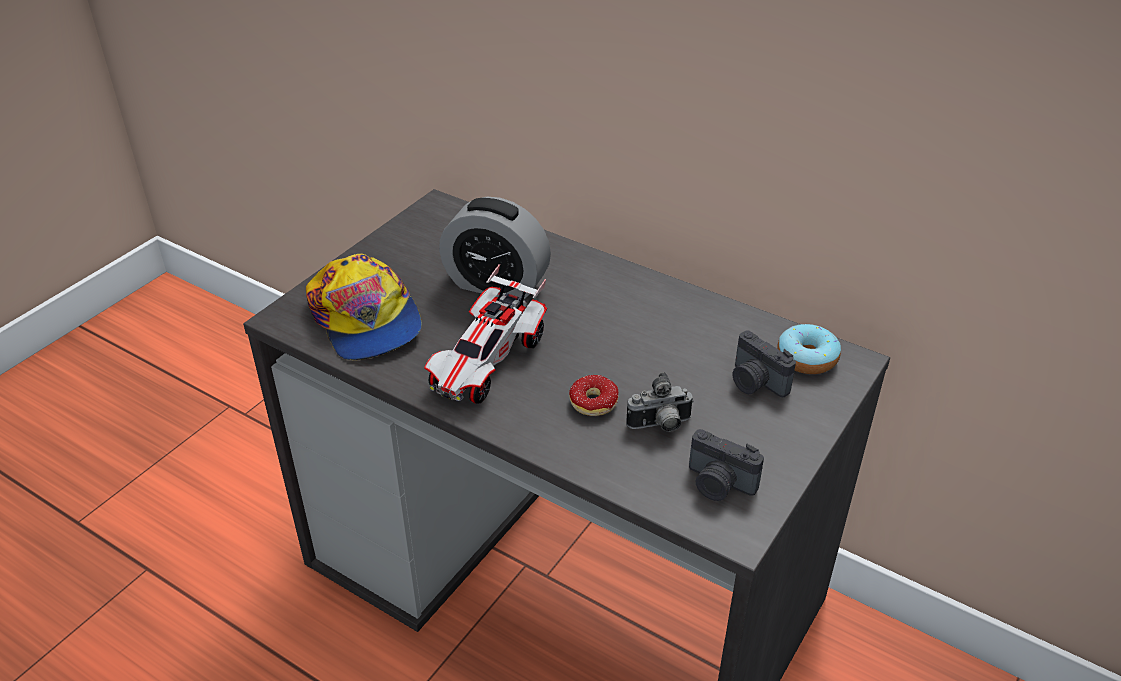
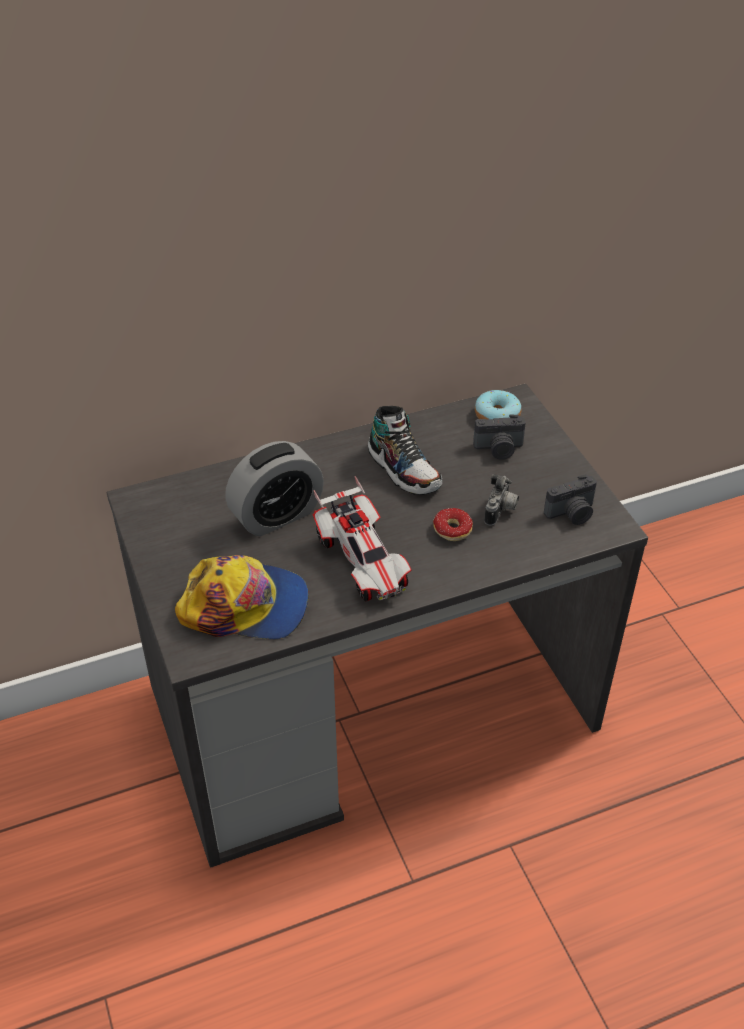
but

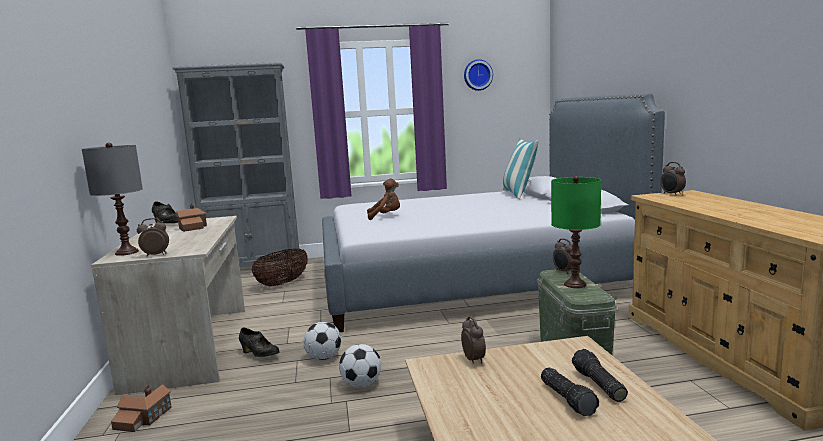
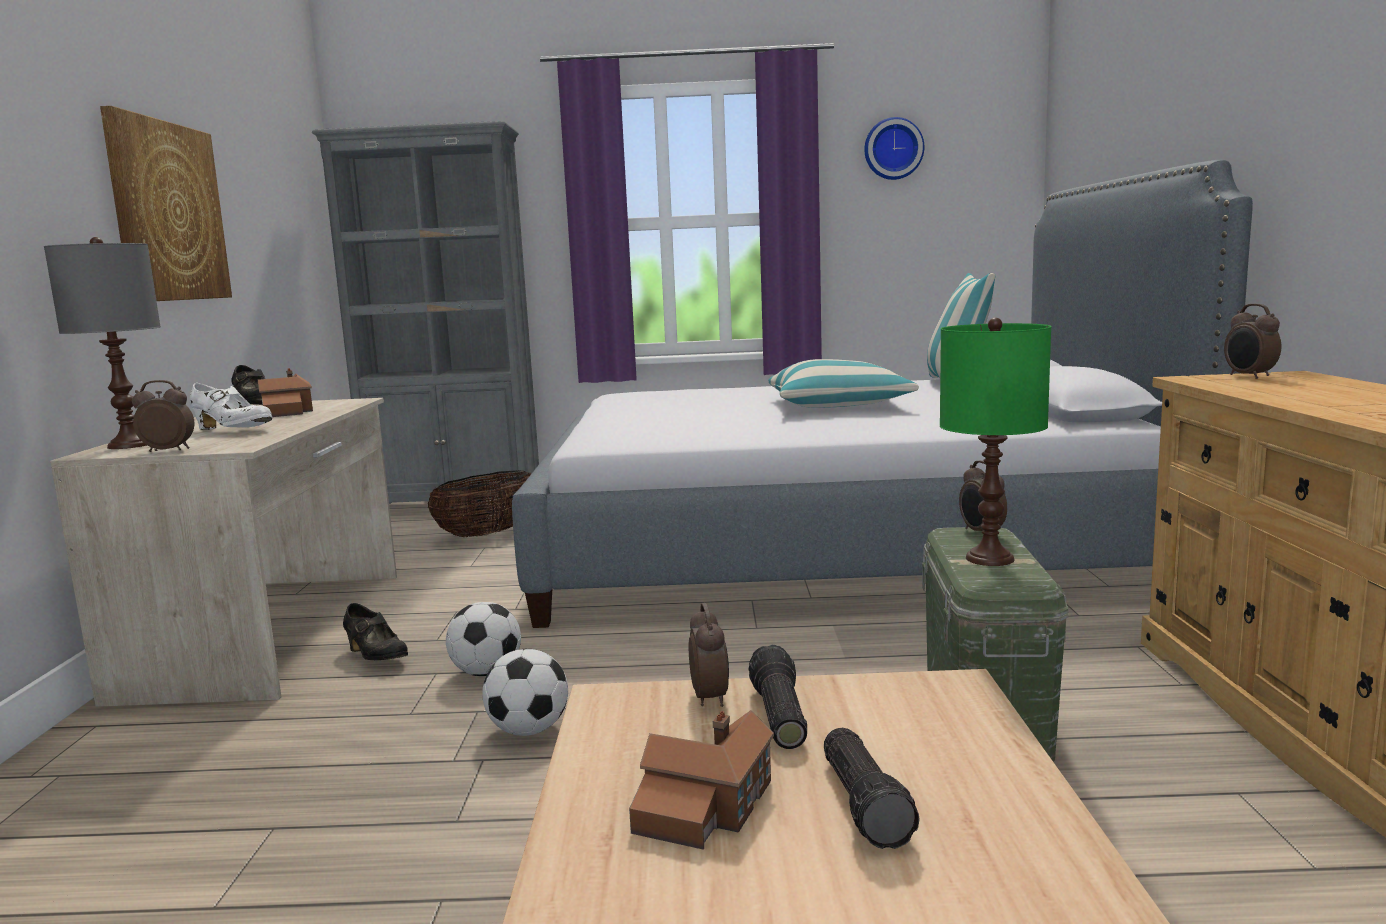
pluszak (brązowy)
latarka (no. 1 from left)
domek (no. 2 from left)
obraz
poduszka (no. 1 from left)
but (biały)

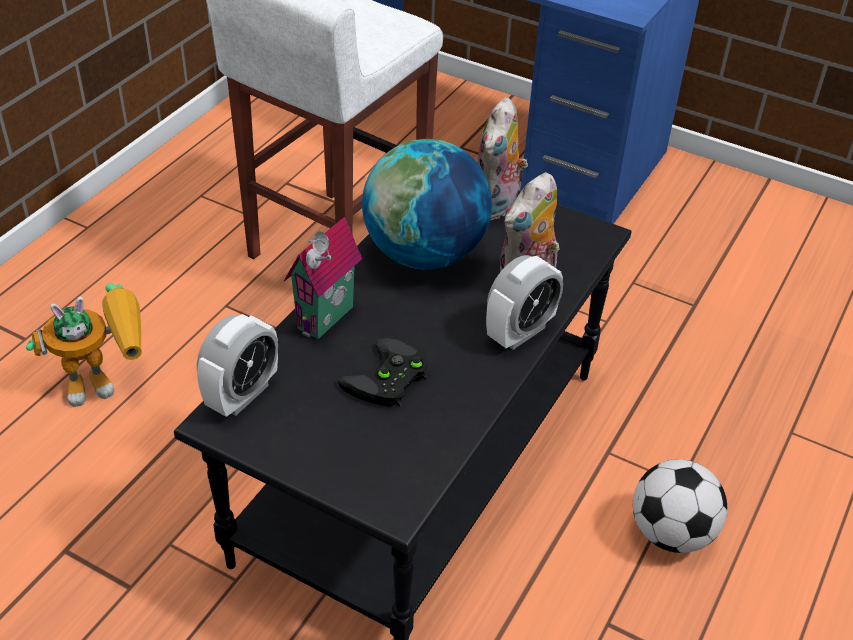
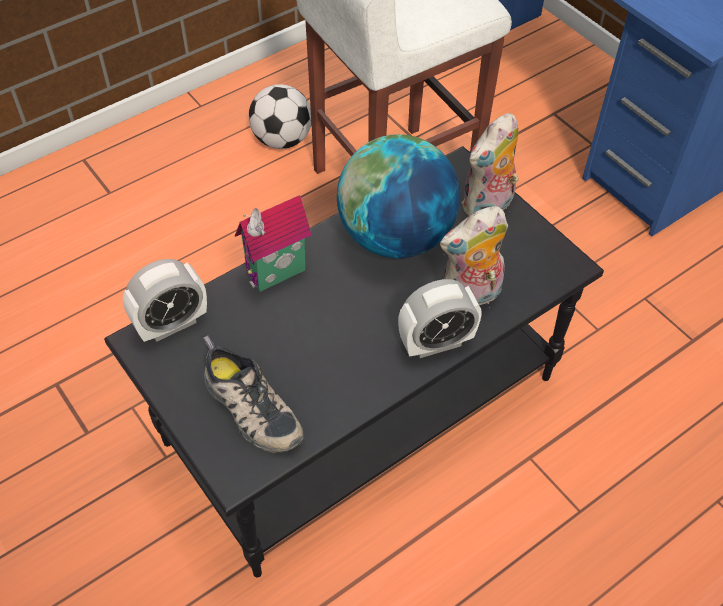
robot zabawkowy
pad do gier (czarny)
piłka futbolowa
but

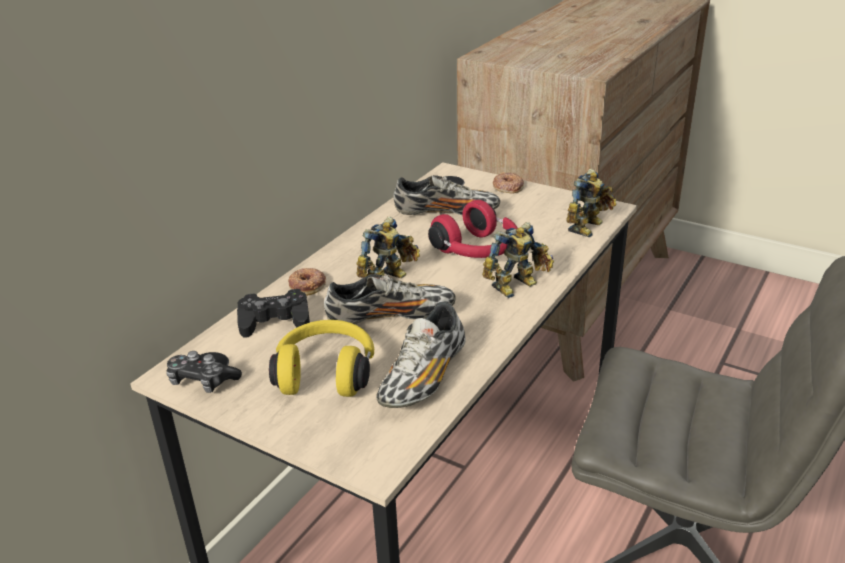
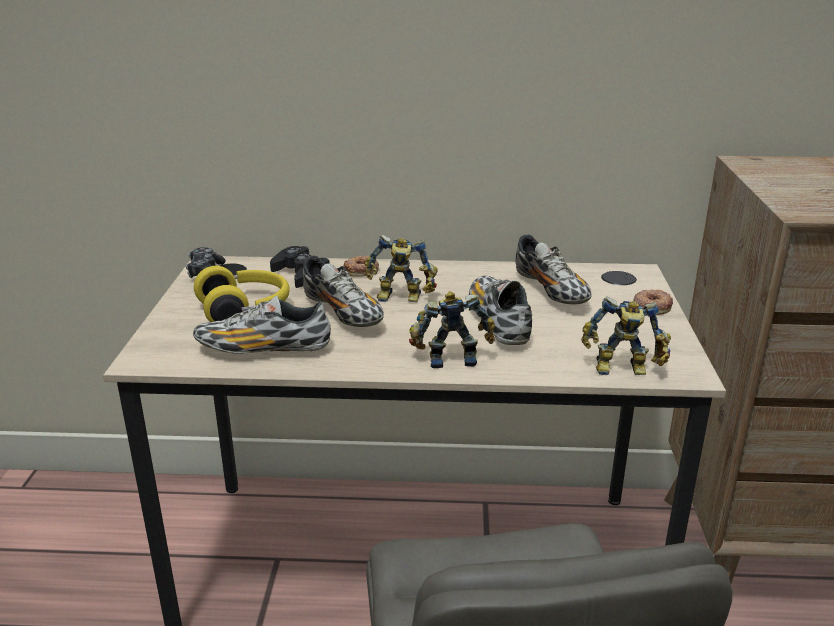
but (no. 3 from left)
robot zabawkowy (no. 2 from left)

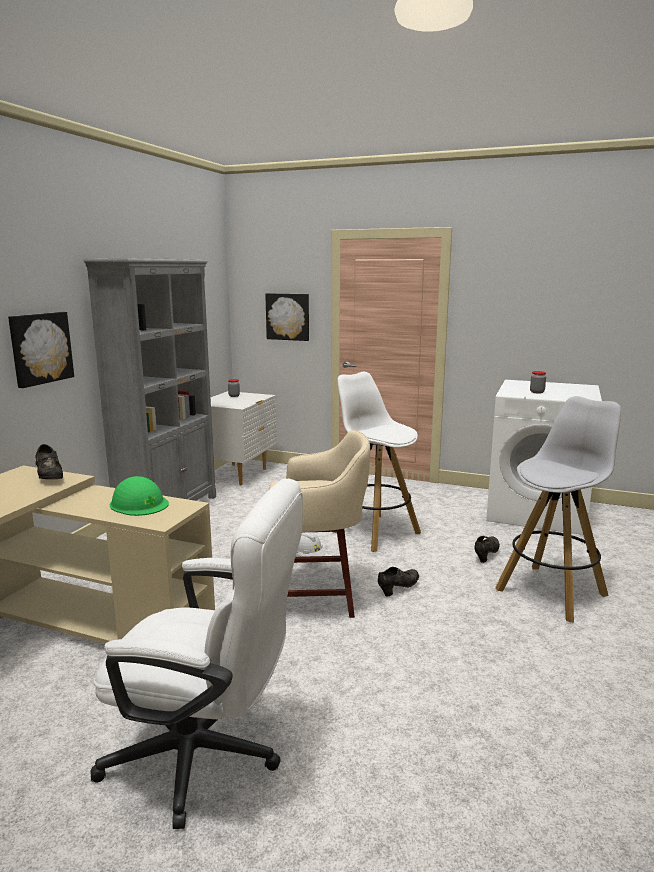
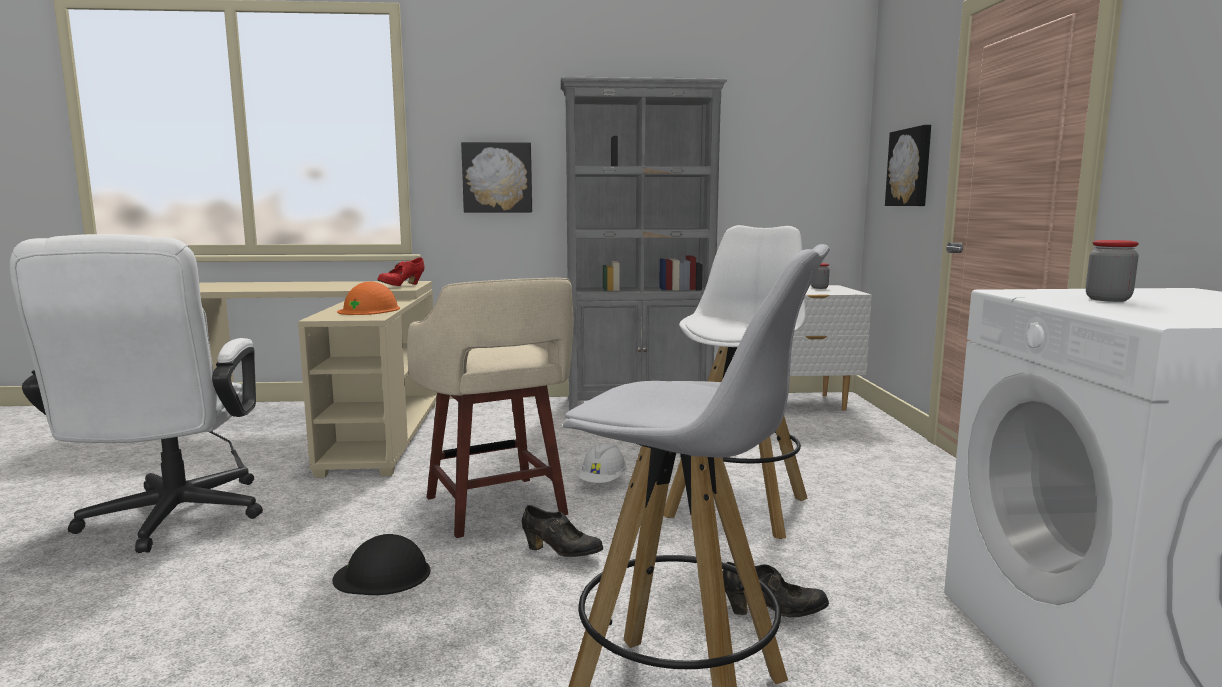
but (czerwony)
kask (pomarańczowy)
kask (czarny)

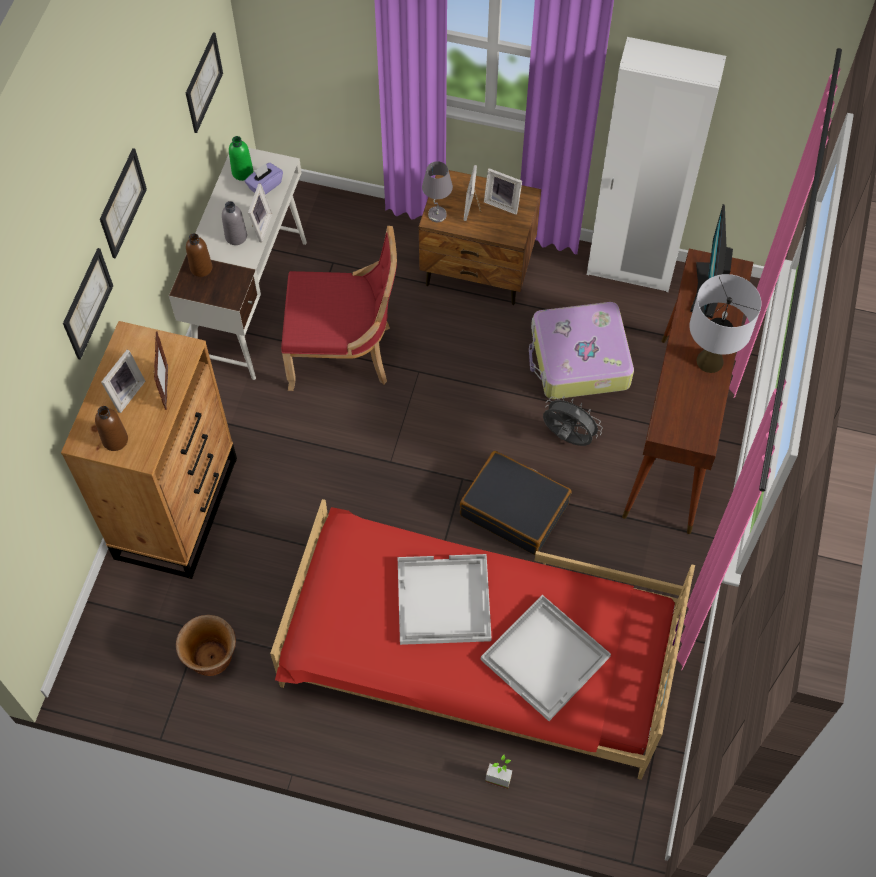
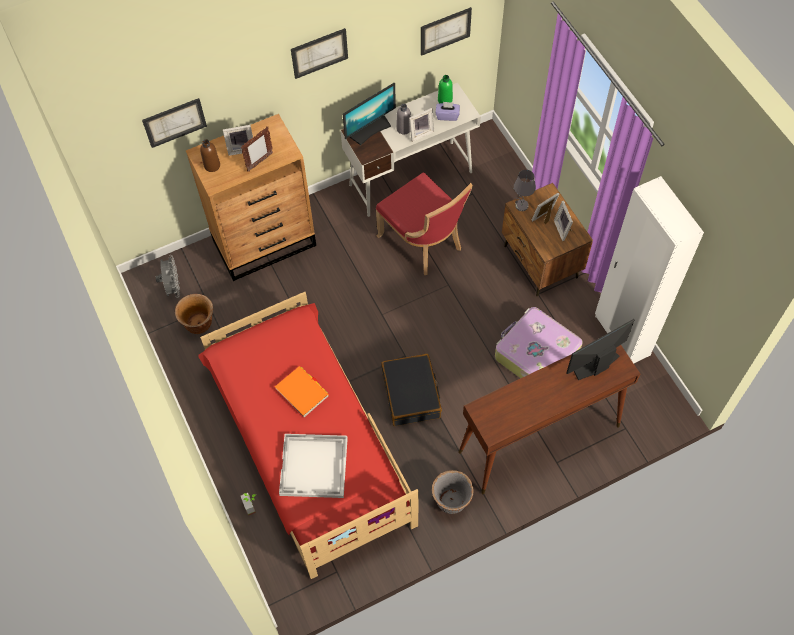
monitor (no. 1 from left)
obraz (no. 1 from left)
lampa stołowa (szary) (no. 2 from left in the first image)
wentylator (szary)
książka (pomarańczowy)
donica (szary)

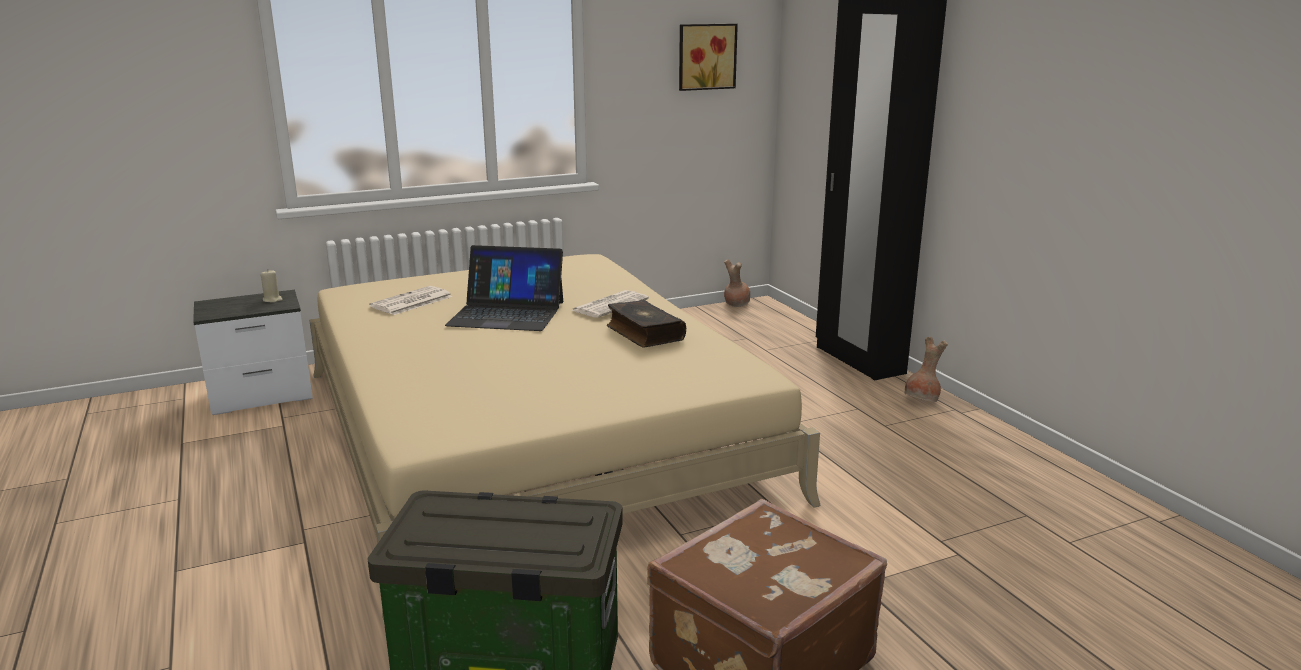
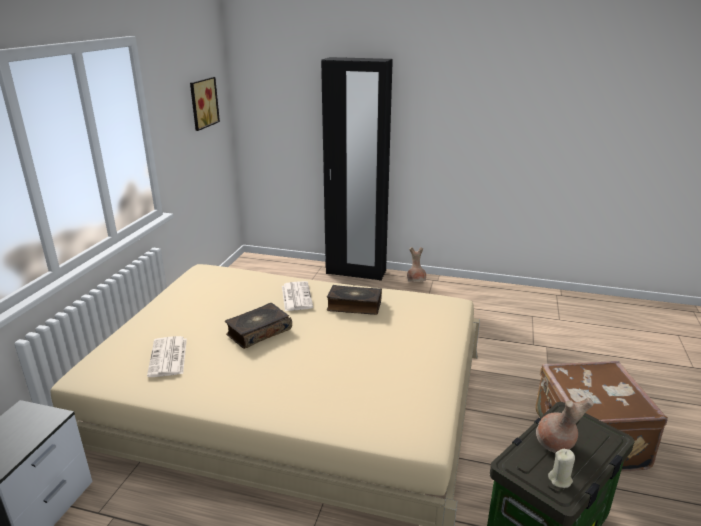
książka (no. 1 from left)
wazon (brązowy) (no. 2 from left)
świeca (beżowy)

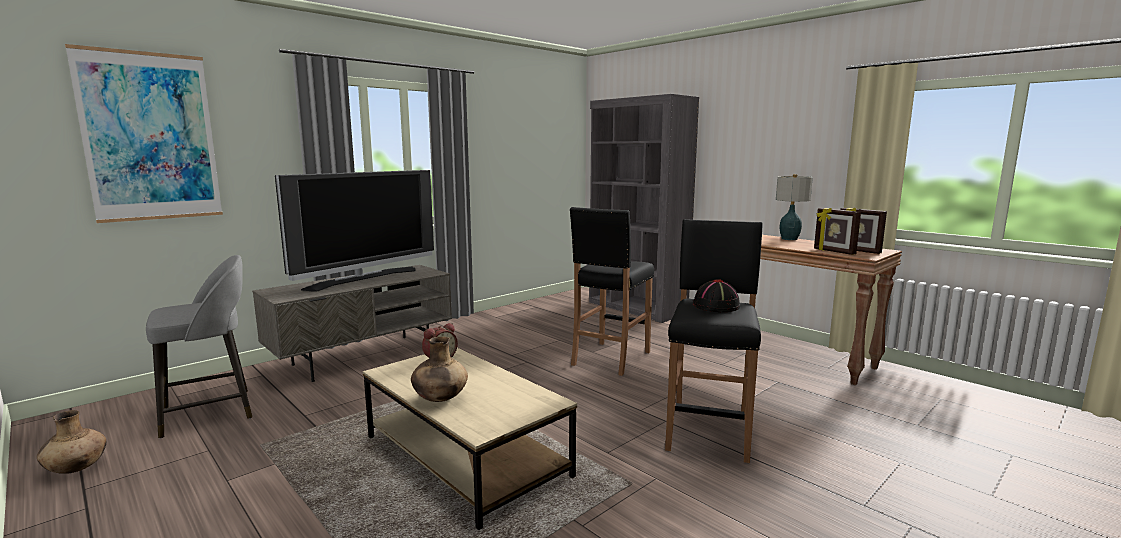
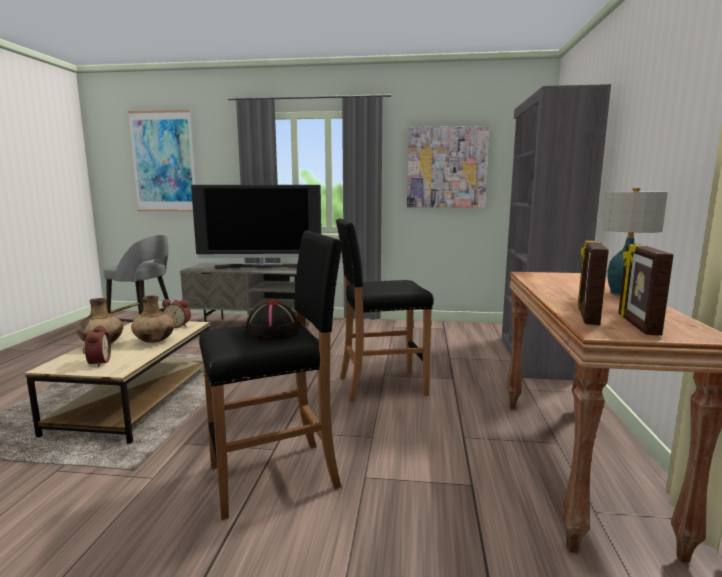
wazon (brązowy) (no. 2 from left)
obraz (no. 2 from left)
budzik (no. 1 from left)

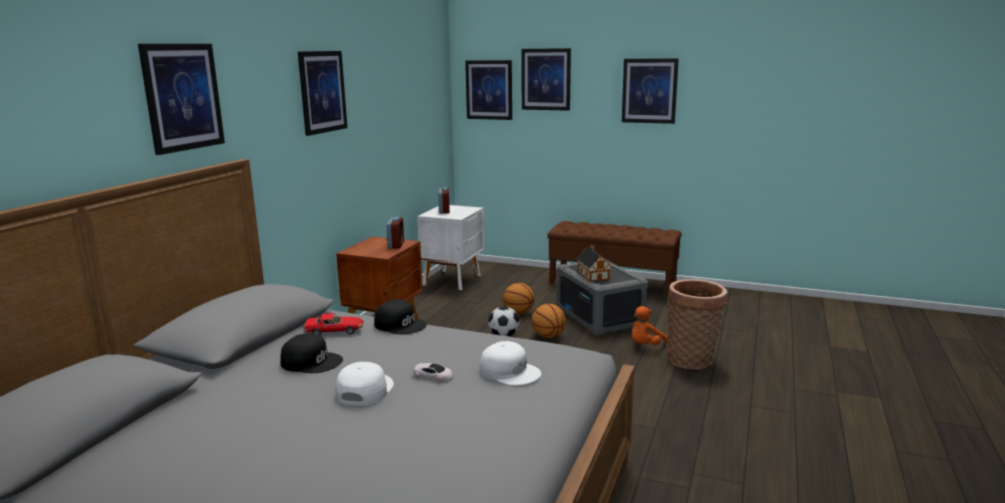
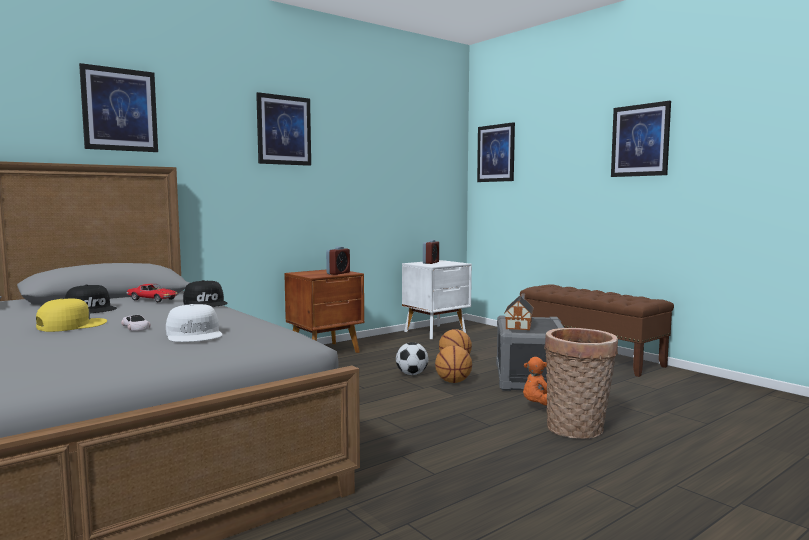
obraz (no. 4 from left in the first image)
czapka z daszkiem (żółty)

